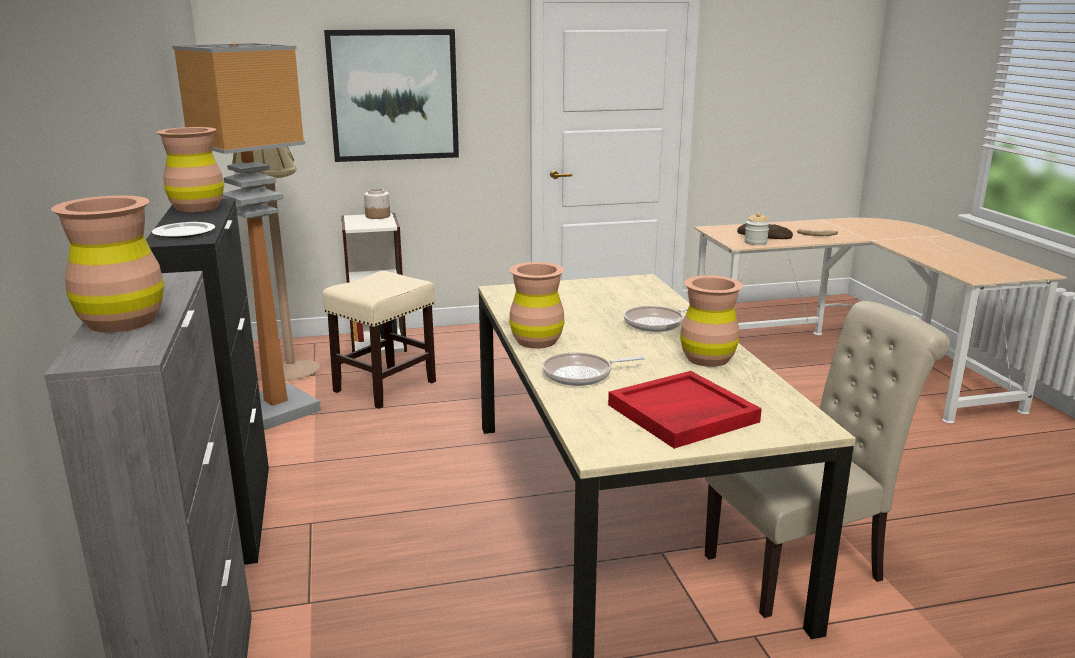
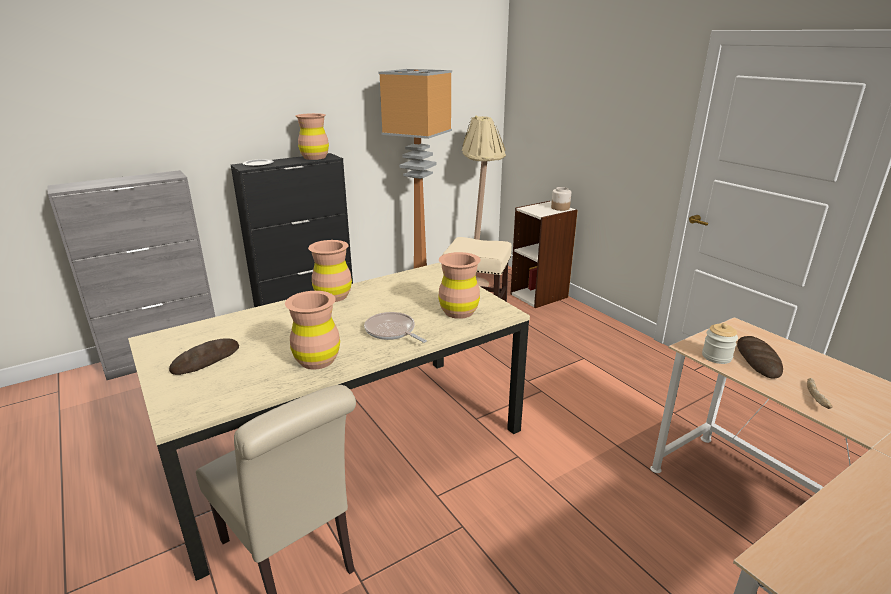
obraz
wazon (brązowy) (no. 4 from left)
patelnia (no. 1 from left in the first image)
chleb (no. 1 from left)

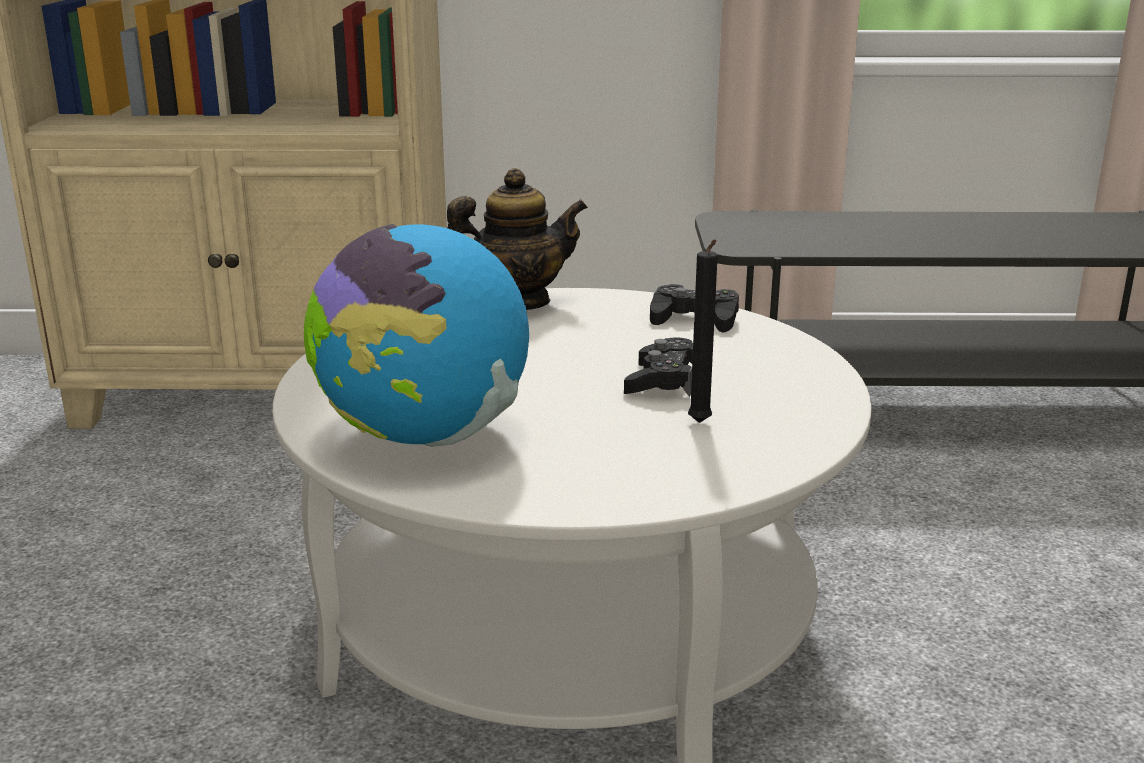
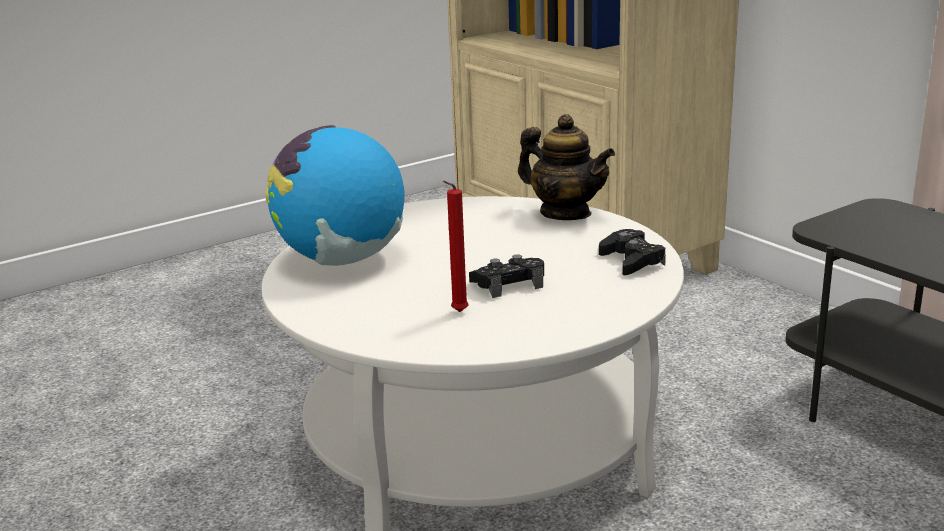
świeca (czerwony)

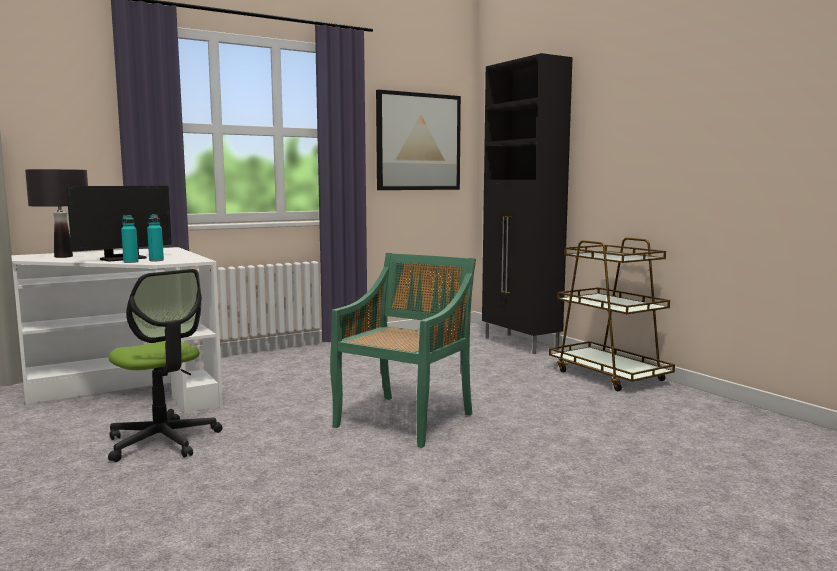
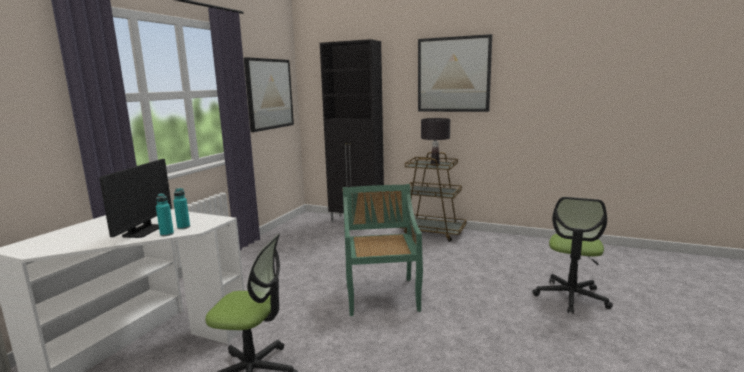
lampa stołowa (czarny)
obraz (no. 2 from left)
krzesło biurowe (no. 2 from left)

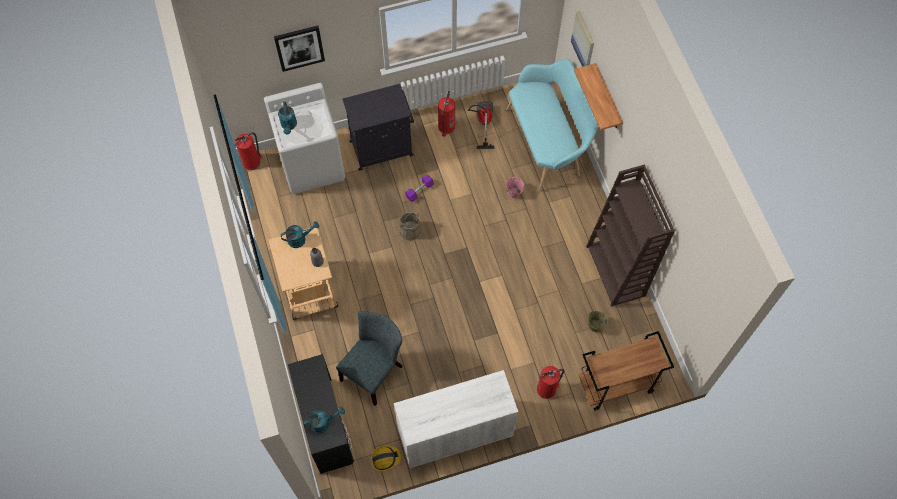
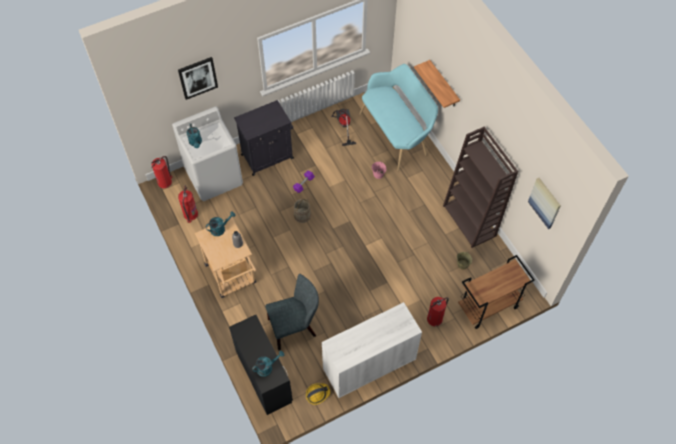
obraz (no. 2 from left)
gaśnica (no. 2 from left)
krzesło (szary)

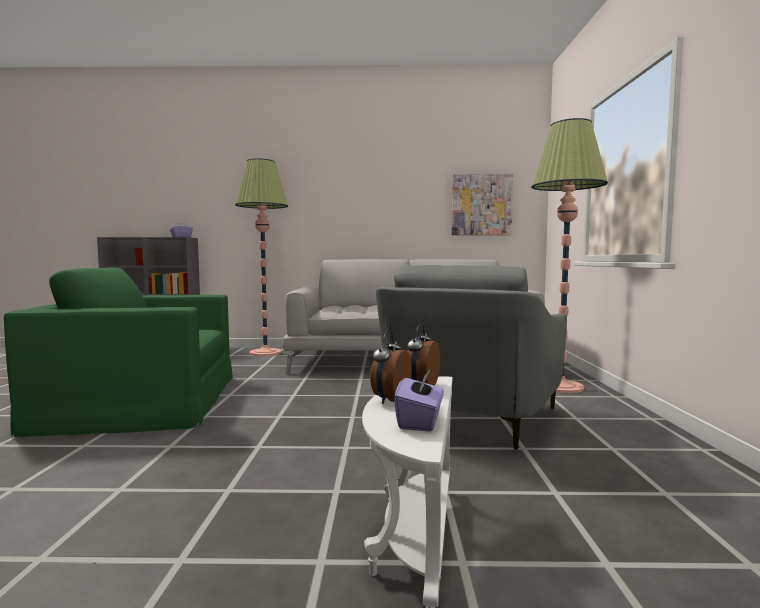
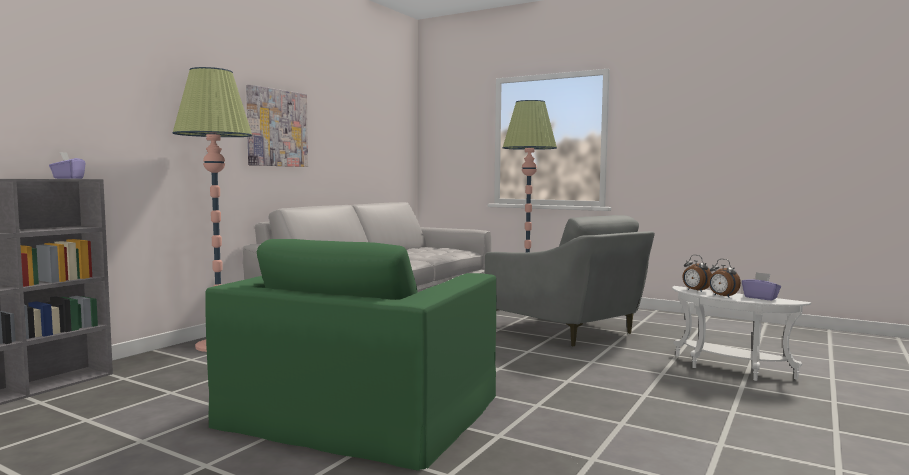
obraz

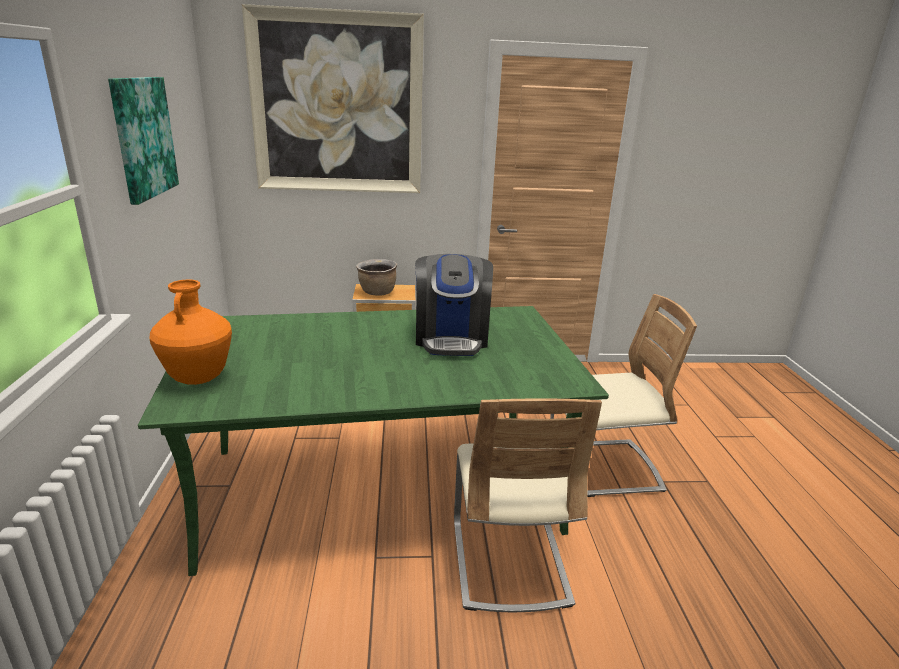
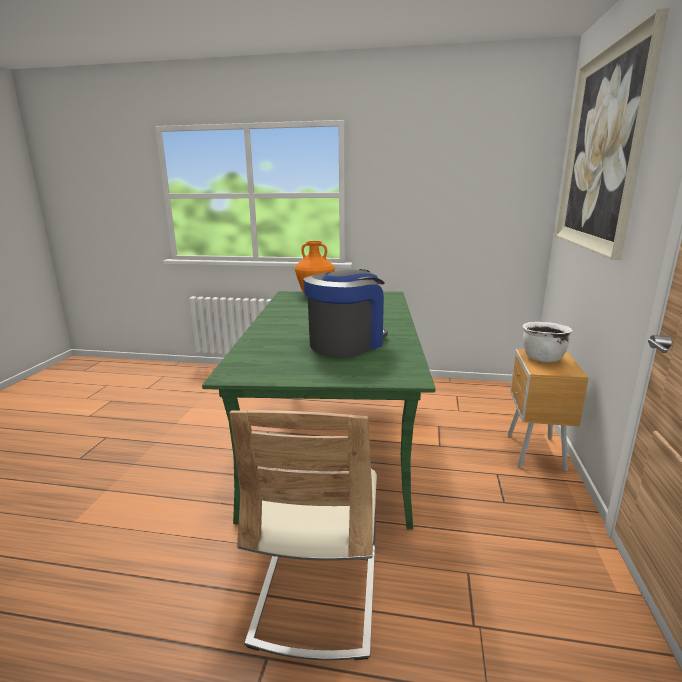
obraz (no. 1 from left in the first image)
ekspres do kawy
garnek (biały)
krzesło (beżowy) (no. 1 from left in the first image)

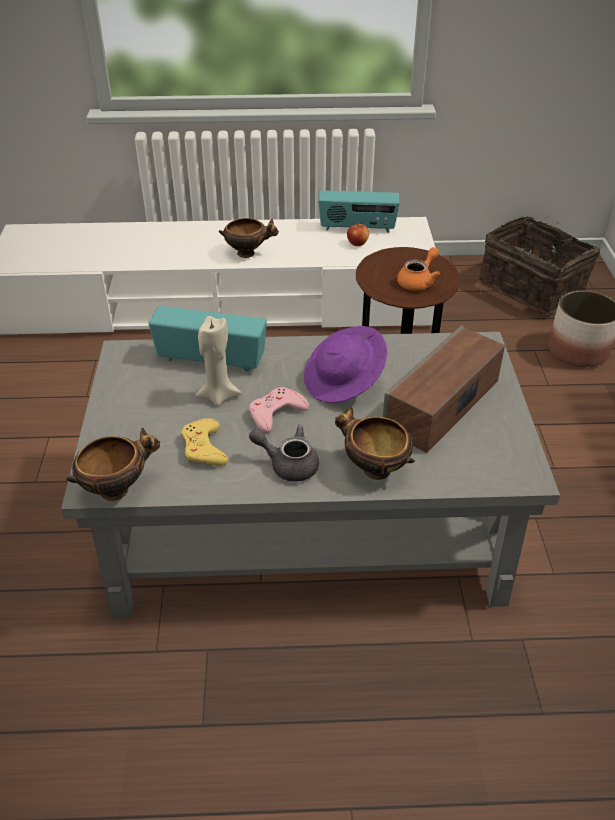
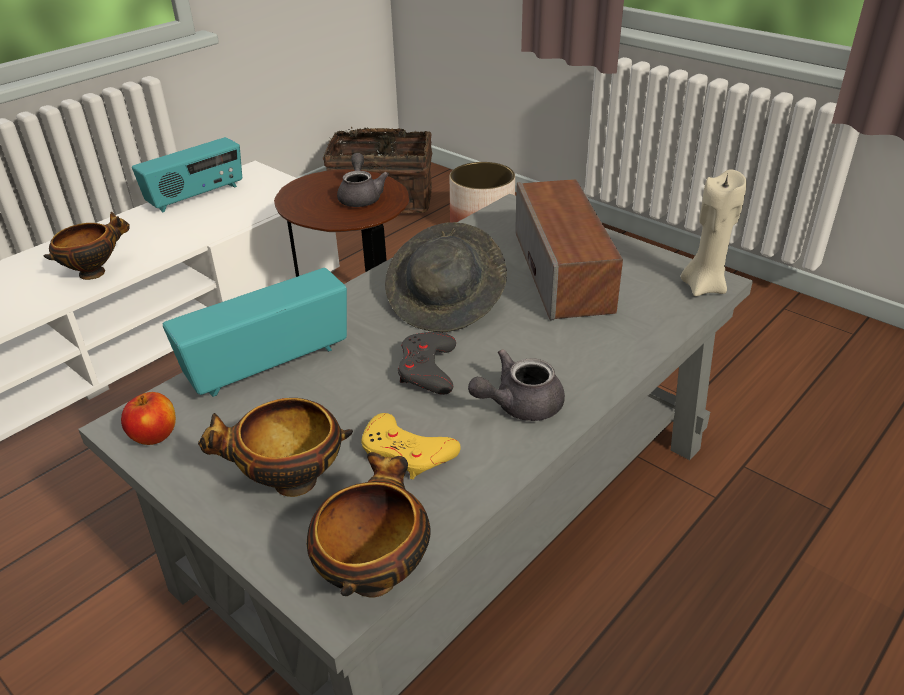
jabłko
imbryk (szary) (no. 1 from left)
świeca (beżowy)
kapelusz (szary)
pad do gier (szary)
miska (no. 2 from left)

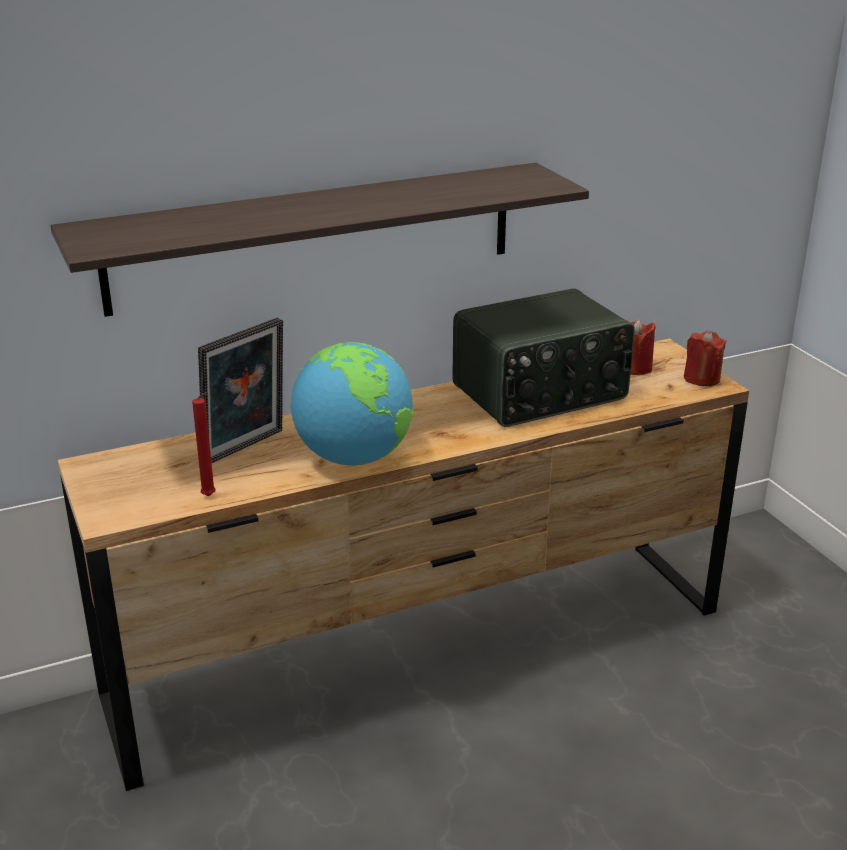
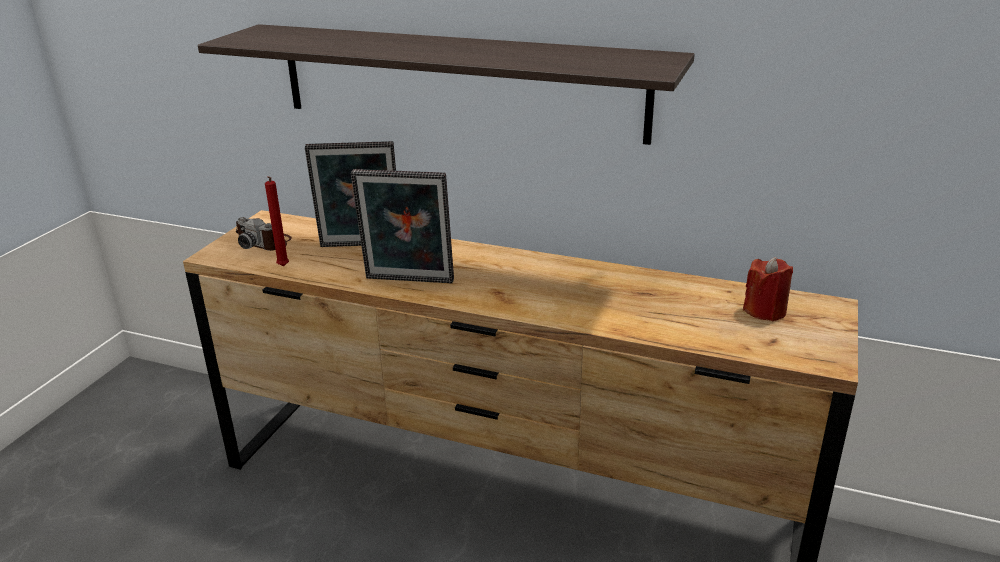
radio
świeca (czerwony) (no. 3 from left in the first image)
ramka na zdjęcie (no. 2 from left)
aparat fotograficzny

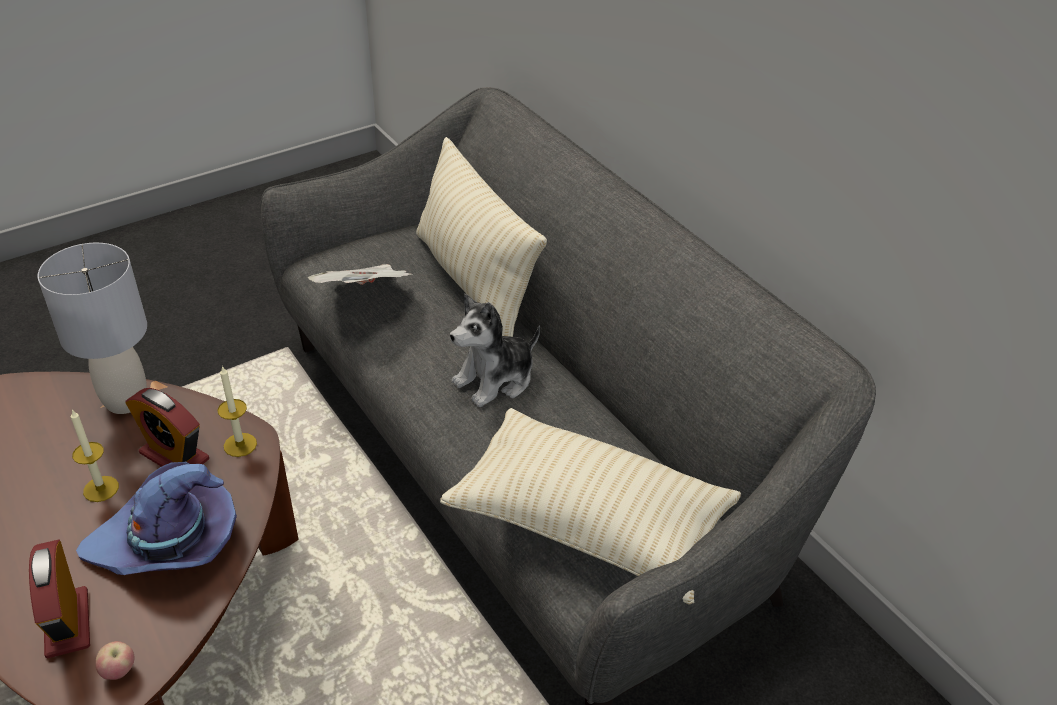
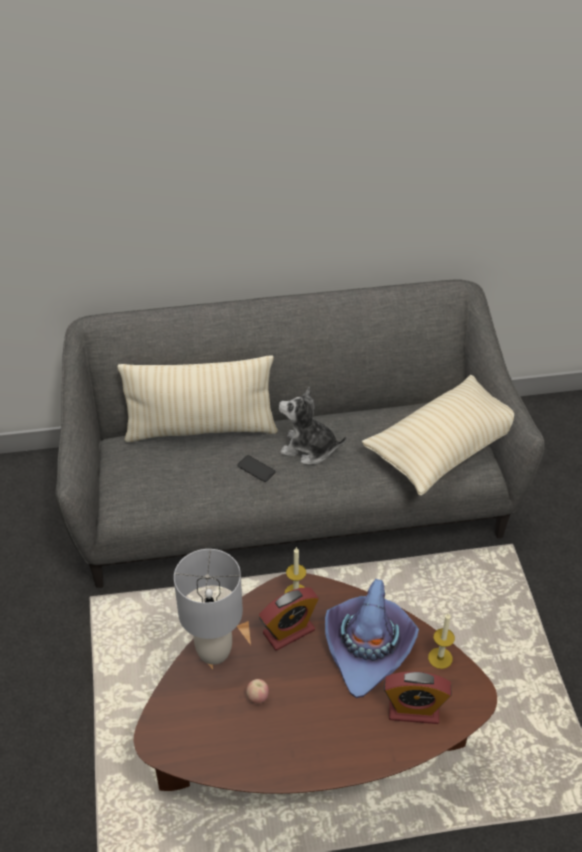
gazeta
pluszak
świeca (no. 2 from left)
jabłko
telefon

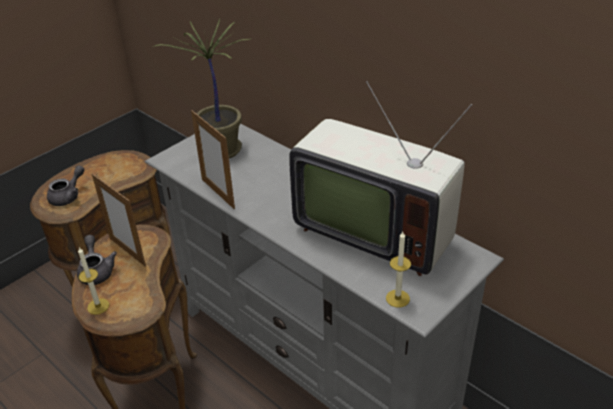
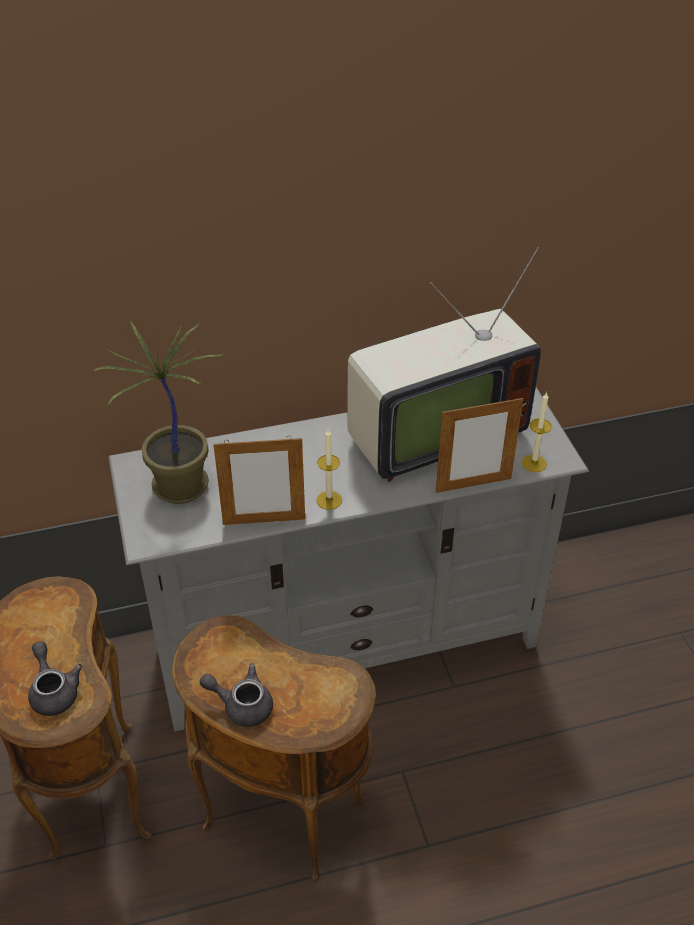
ramka na zdjęcie (no. 2 from left)
świeca (no. 1 from left)

